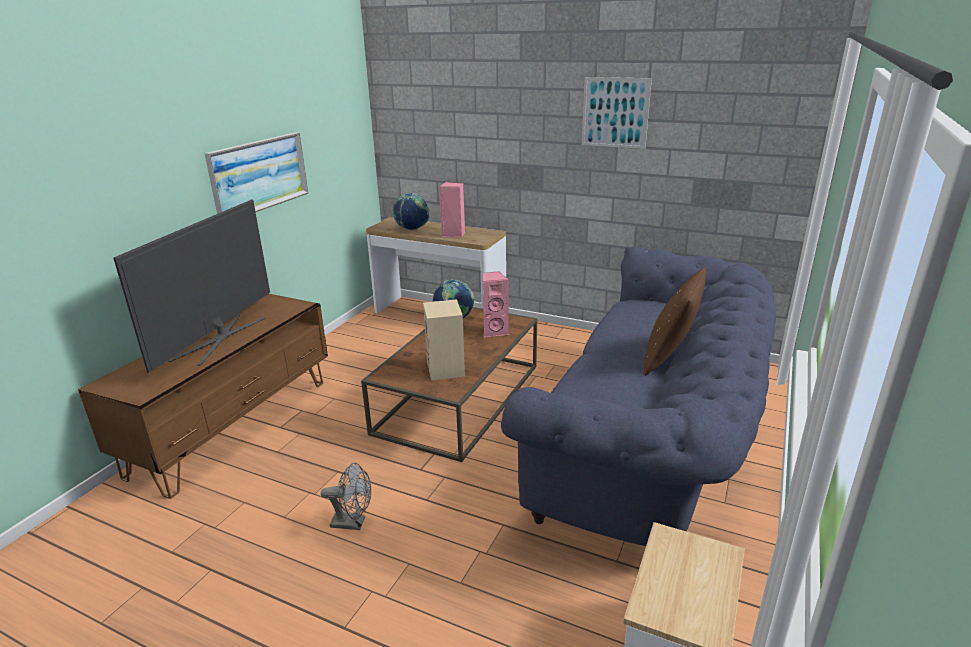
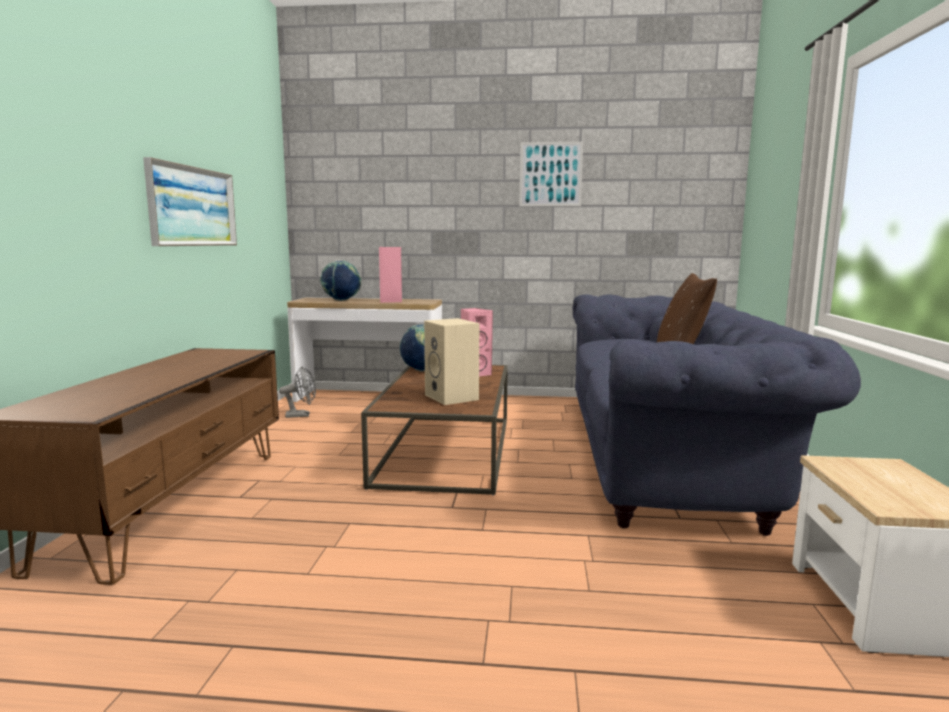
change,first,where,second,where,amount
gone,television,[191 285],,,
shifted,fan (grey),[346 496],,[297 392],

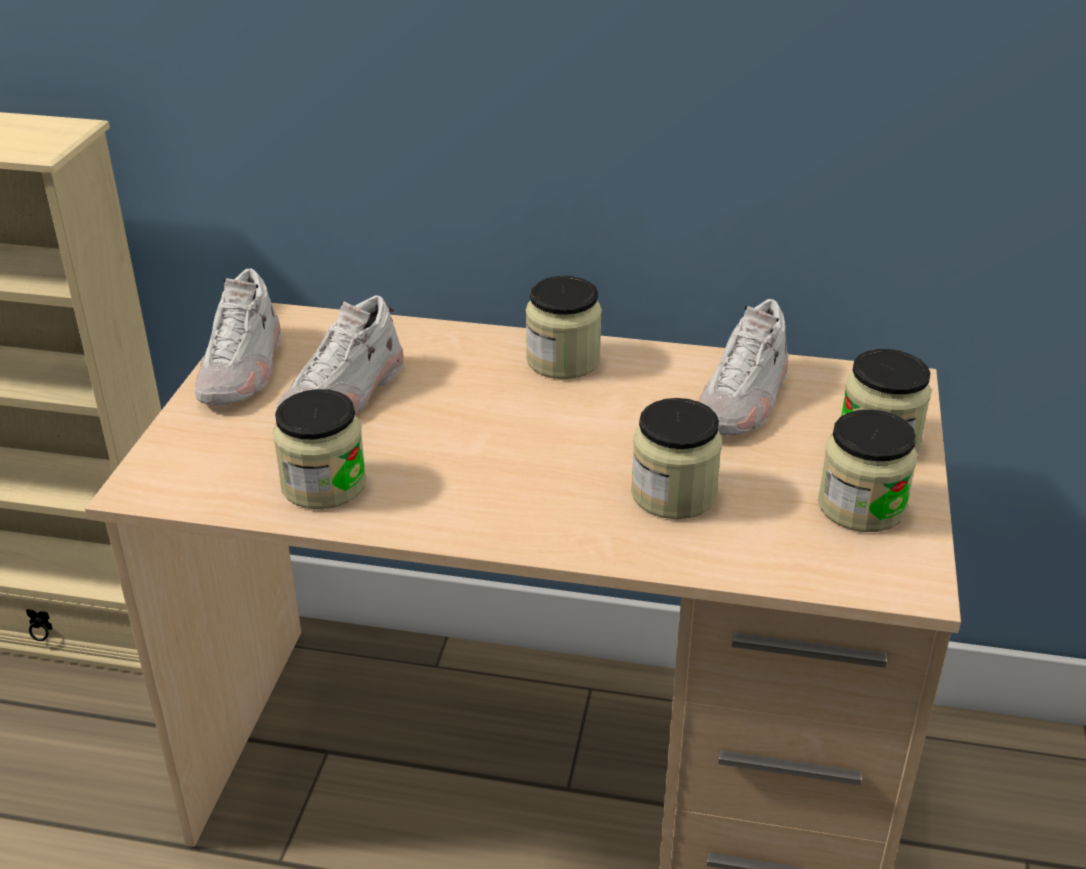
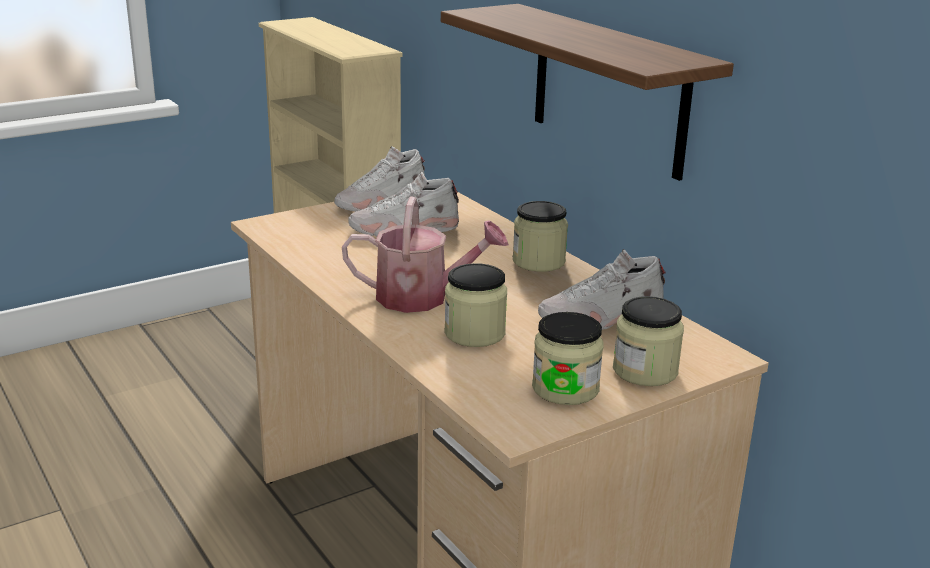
change,first,where,second,where,amount
gone,storage jar,[319 449],,,
new,,,watering can,[425 255],
new,,,wall shelf,[587 92],

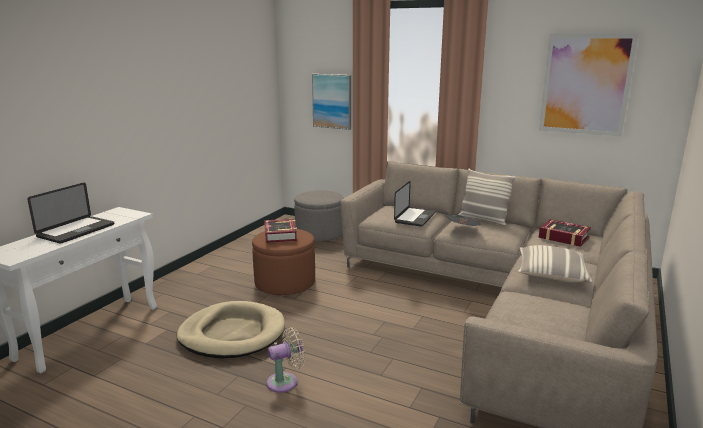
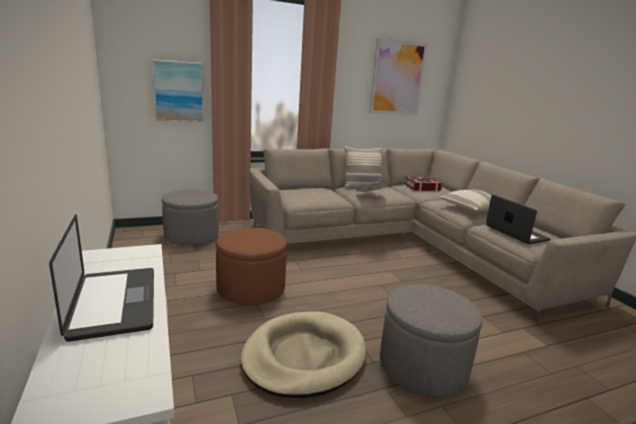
change,first,where,second,where,amount
gone,book,[280 231],,,
swapped,fan (beige),[285 360],ottoman (grey),[431 340],
shifted,notebook computer,[415 204],,[518 219],

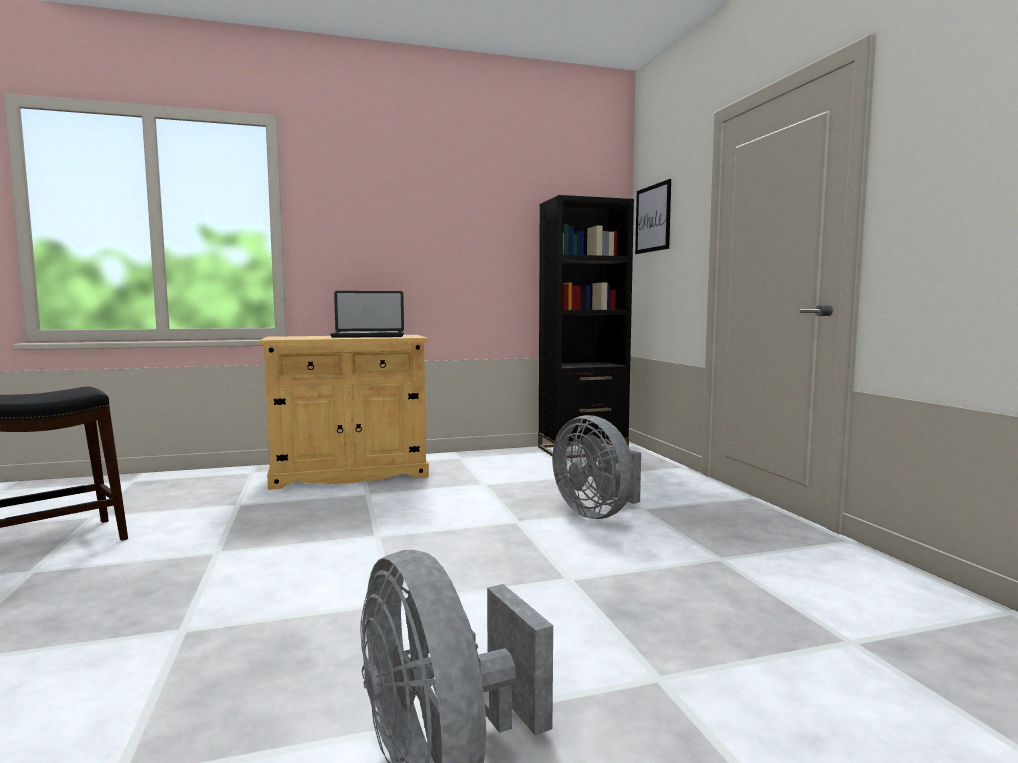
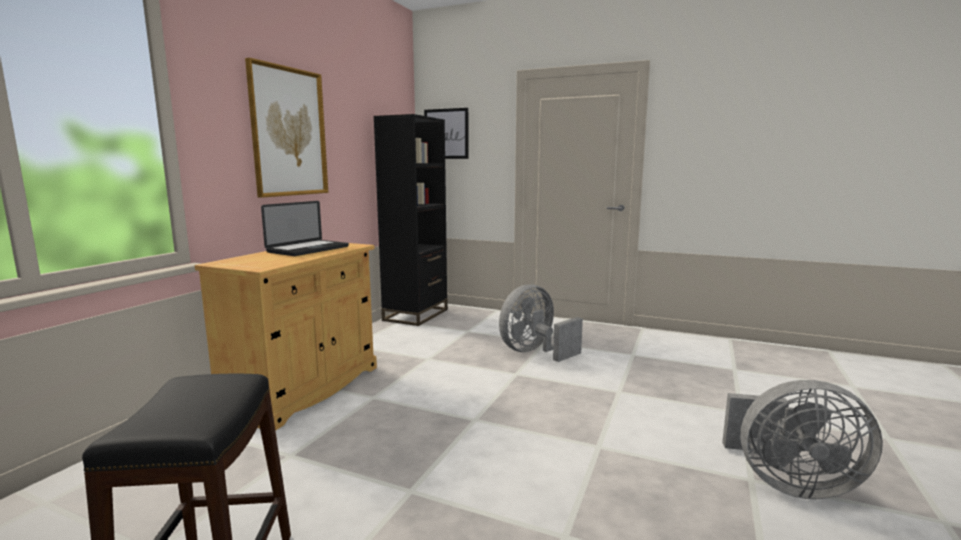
change,first,where,second,where,amount
rotated,fan (grey),[596 467],,[541 323],135 degrees clockwise
new,,,wall picture,[286 128],

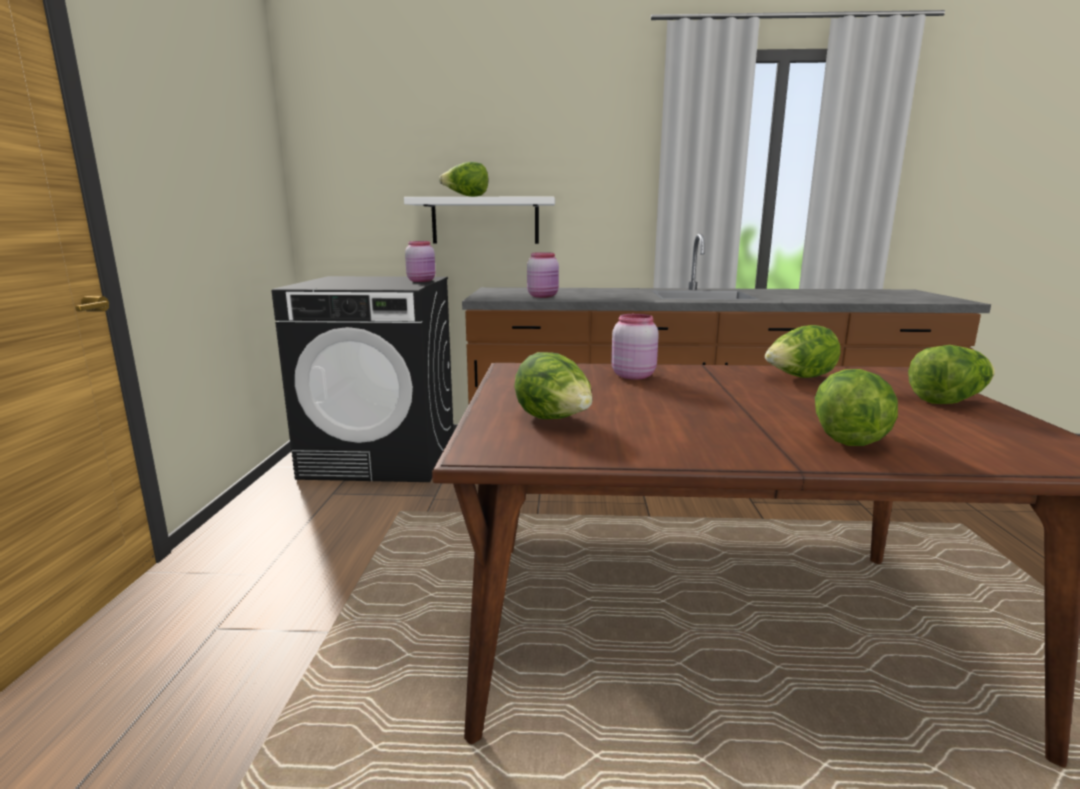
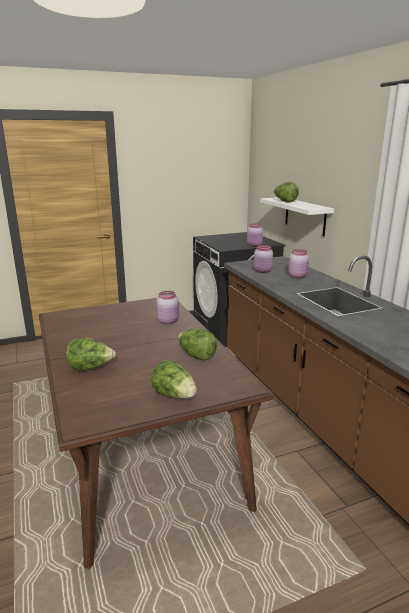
change,first,where,second,where,amount
gone,head of lettuce,[553 385],,,
new,,,storage jar (pink),[298 263],

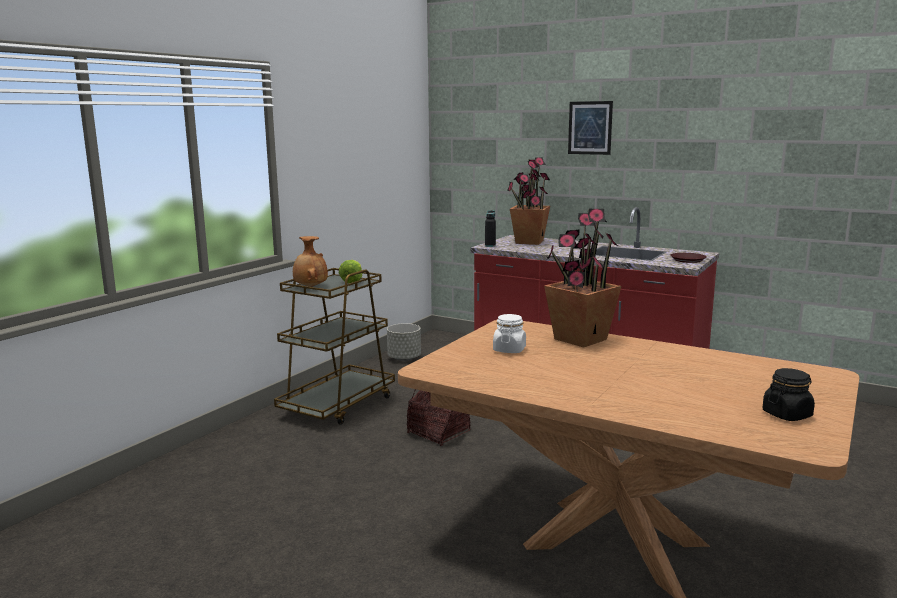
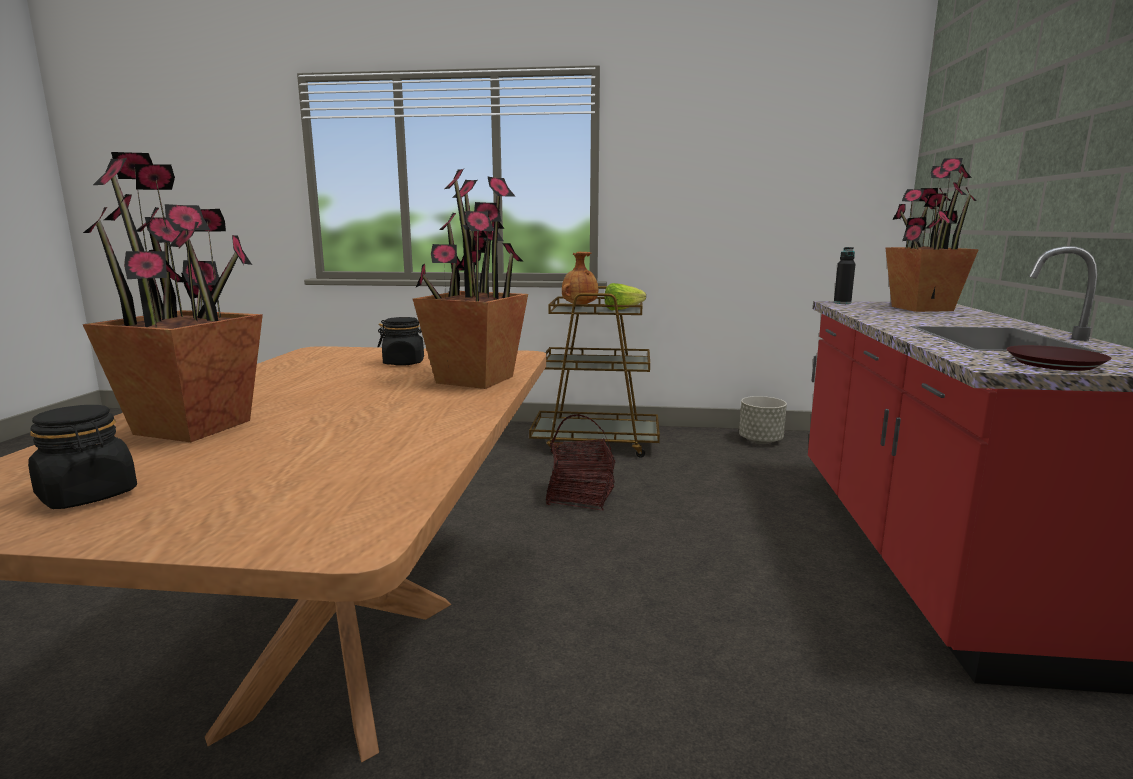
change,first,where,second,where,amount
repainted,storage jar (white-coloured),[509 333],storage jar (black-coloured),[400 341],
gone,wall picture,[590 128],,,
new,,,houseplant,[172 297],

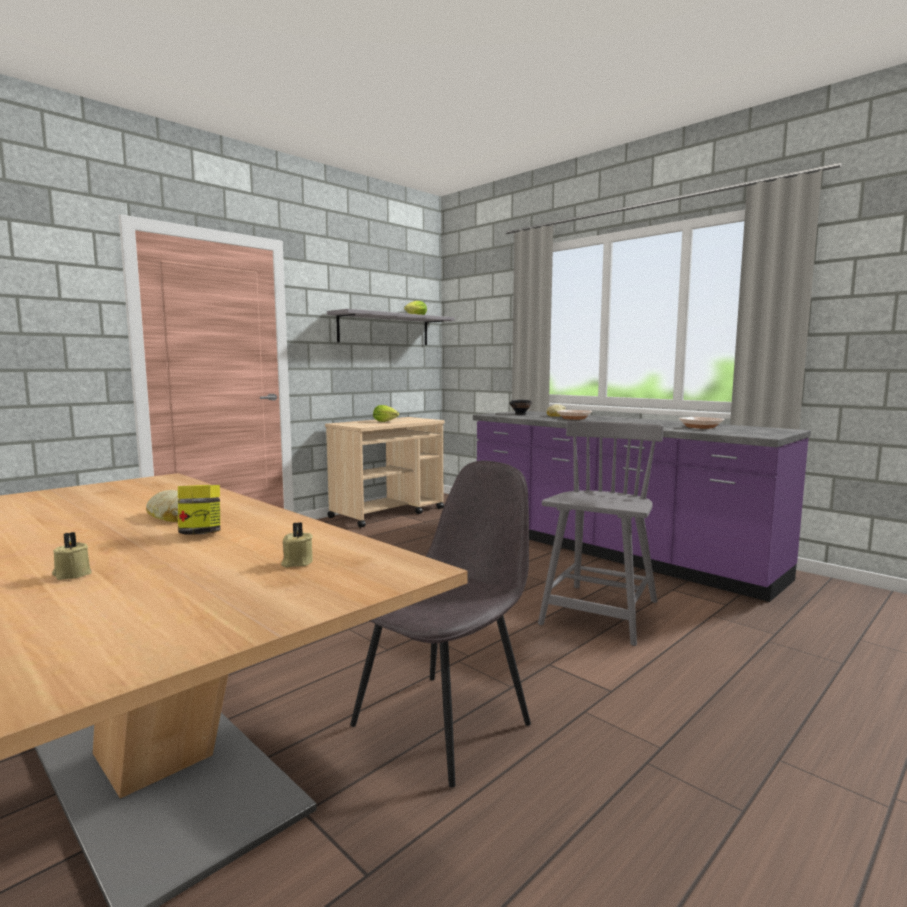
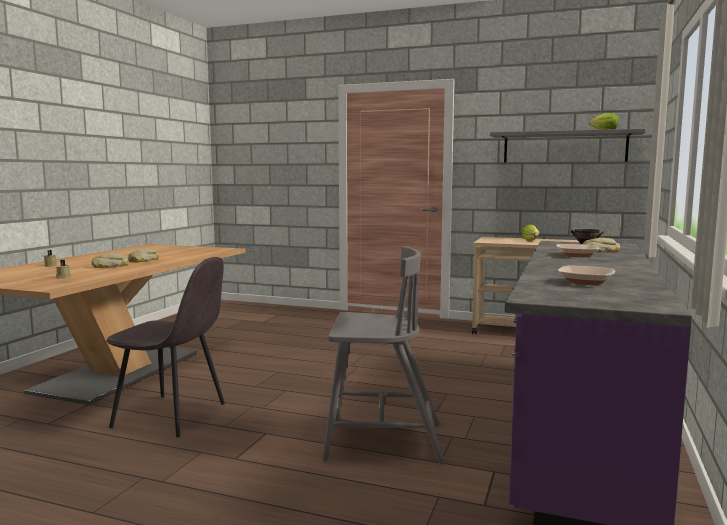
change,first,where,second,where,amount
swapped,storage jar,[199 510],bread,[109 260],

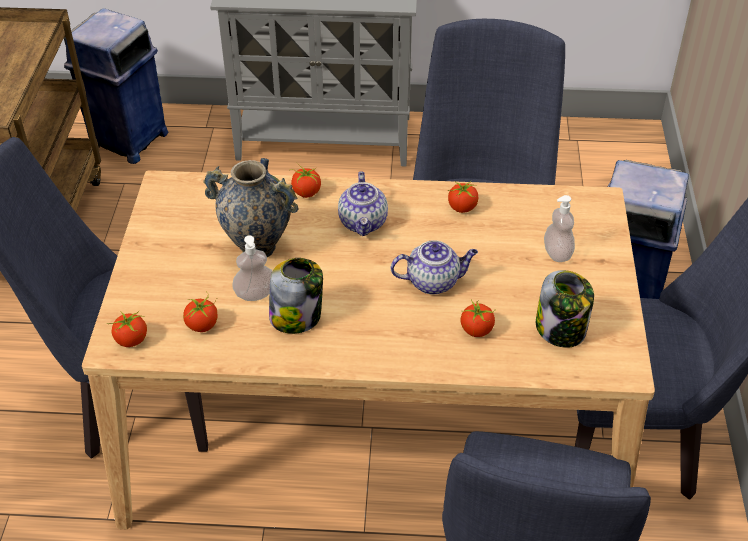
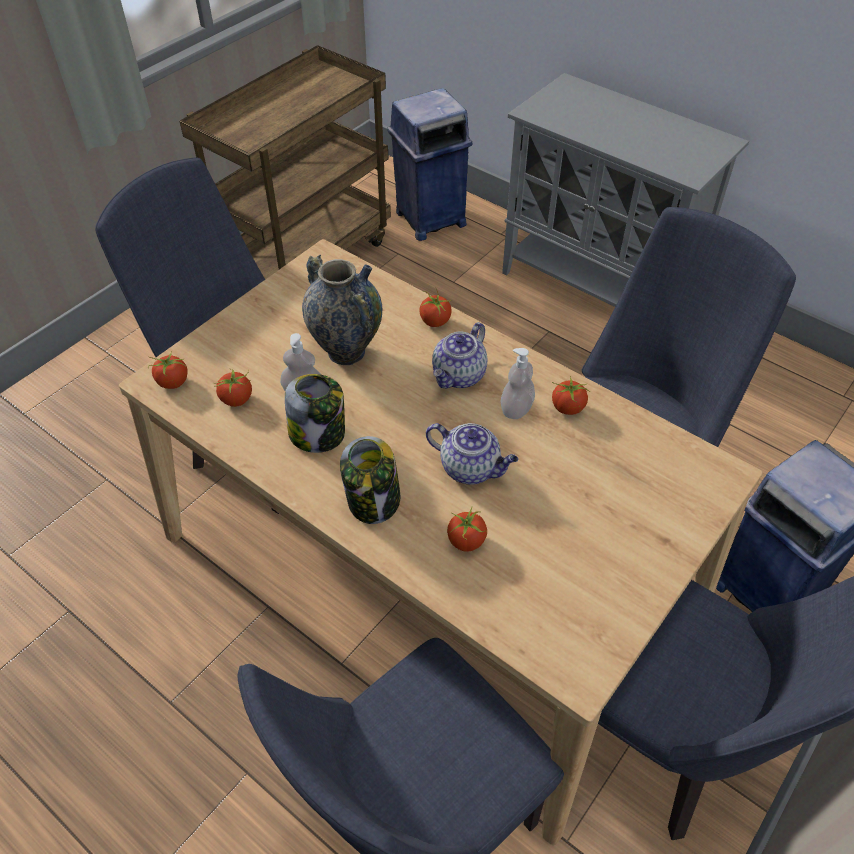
change,first,where,second,where,amount
shifted,storage jar,[565 309],,[370 480],
shifted,liquid soap bottle,[559 228],,[517 383],

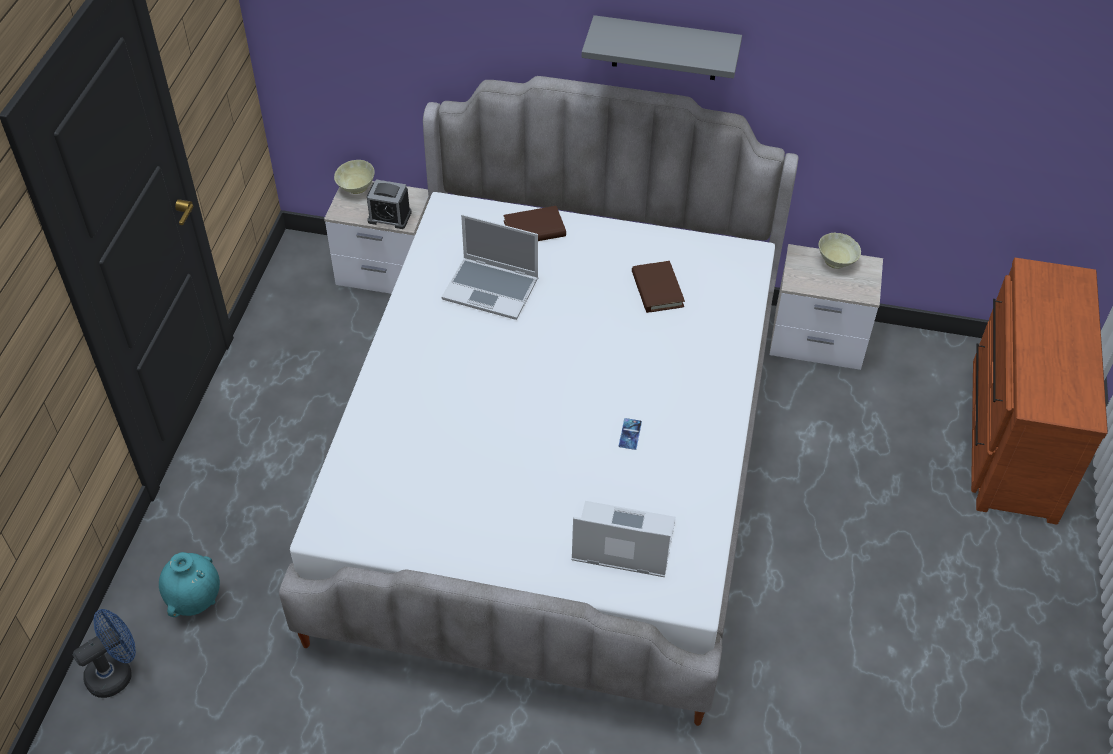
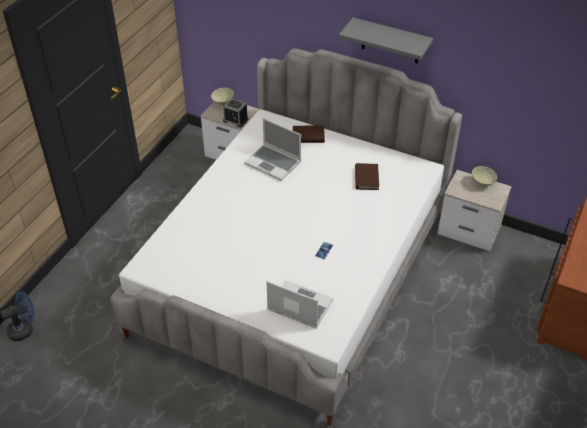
change,first,where,second,where,amount
gone,vase (blue-green),[189 584],,,

